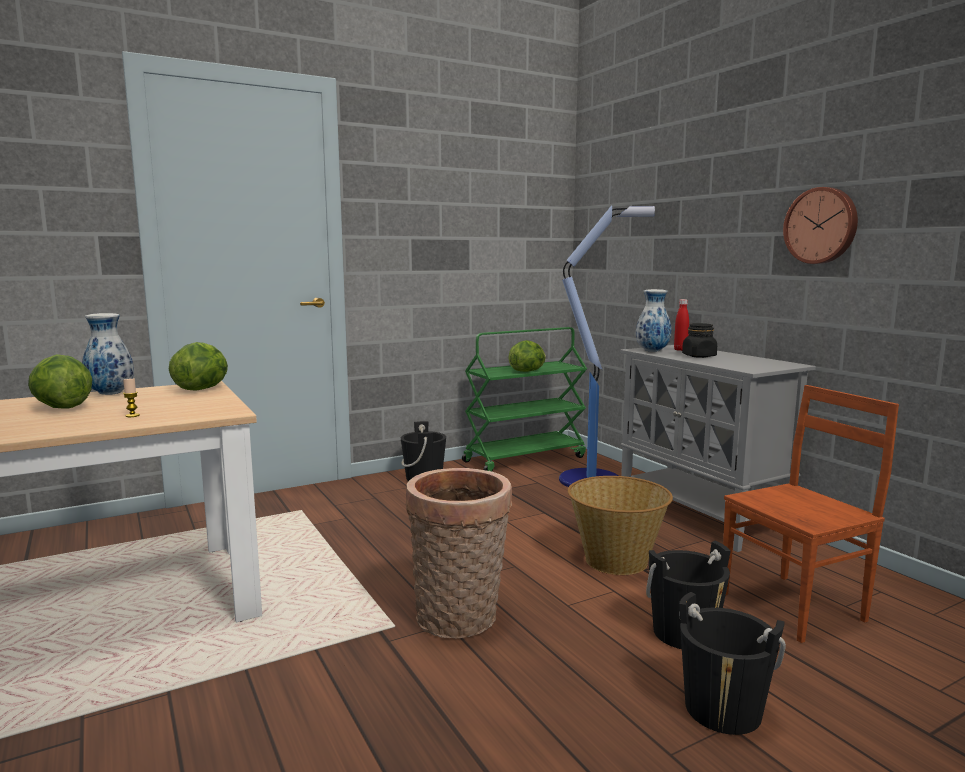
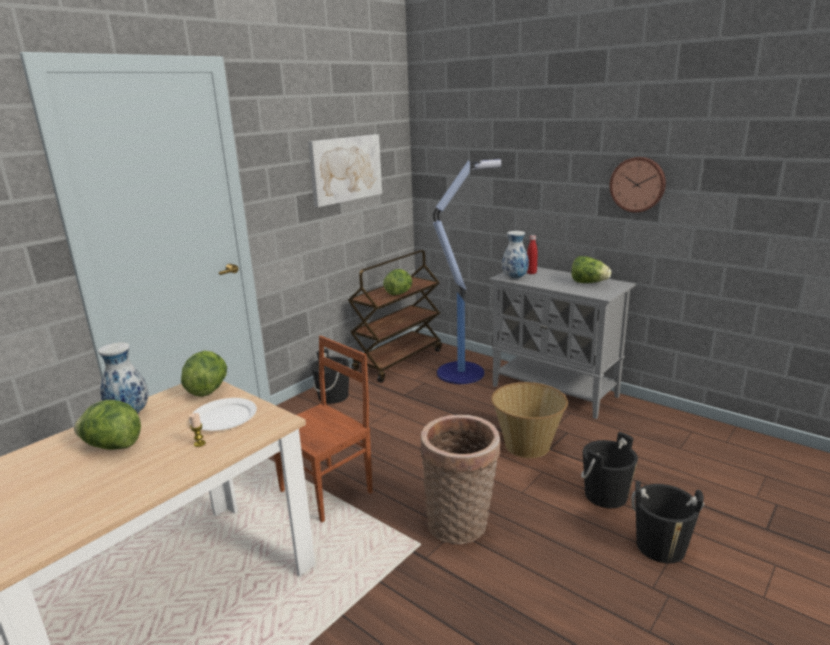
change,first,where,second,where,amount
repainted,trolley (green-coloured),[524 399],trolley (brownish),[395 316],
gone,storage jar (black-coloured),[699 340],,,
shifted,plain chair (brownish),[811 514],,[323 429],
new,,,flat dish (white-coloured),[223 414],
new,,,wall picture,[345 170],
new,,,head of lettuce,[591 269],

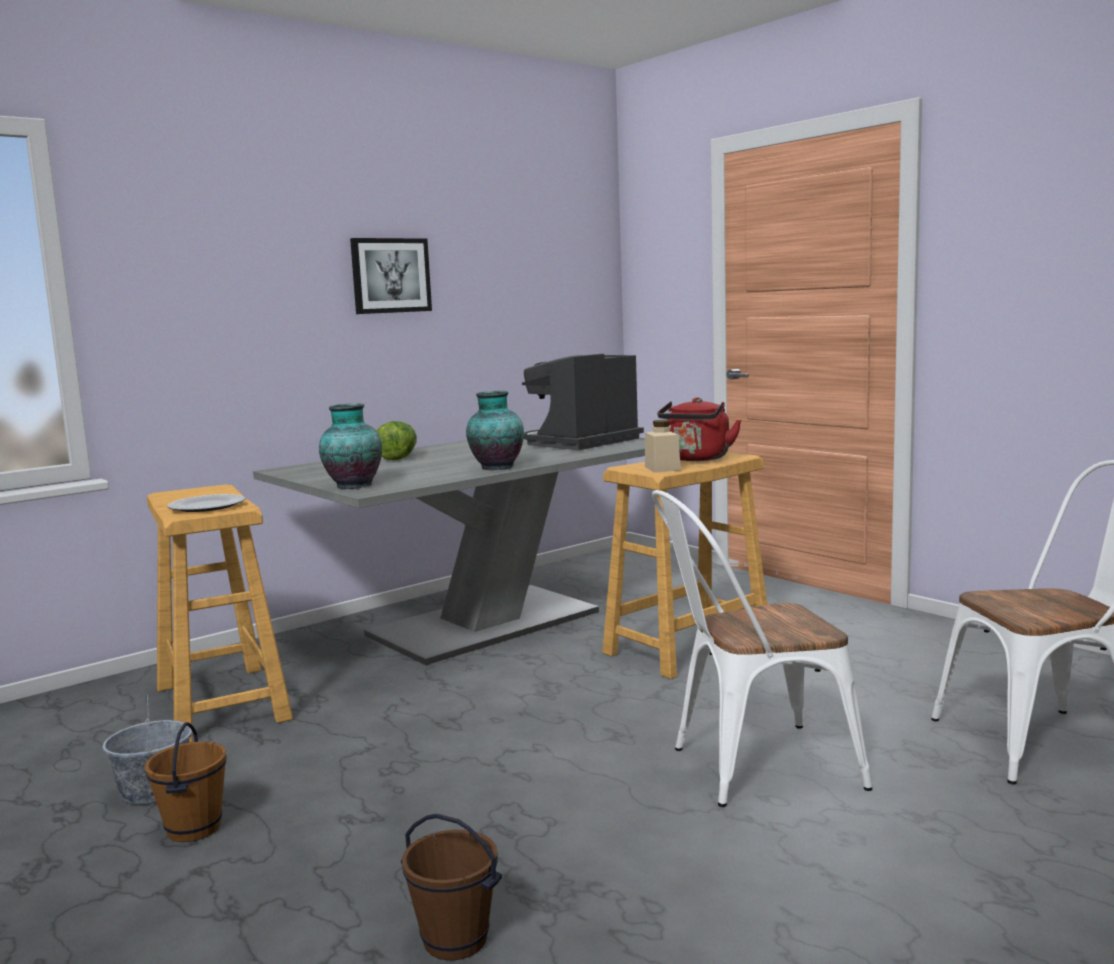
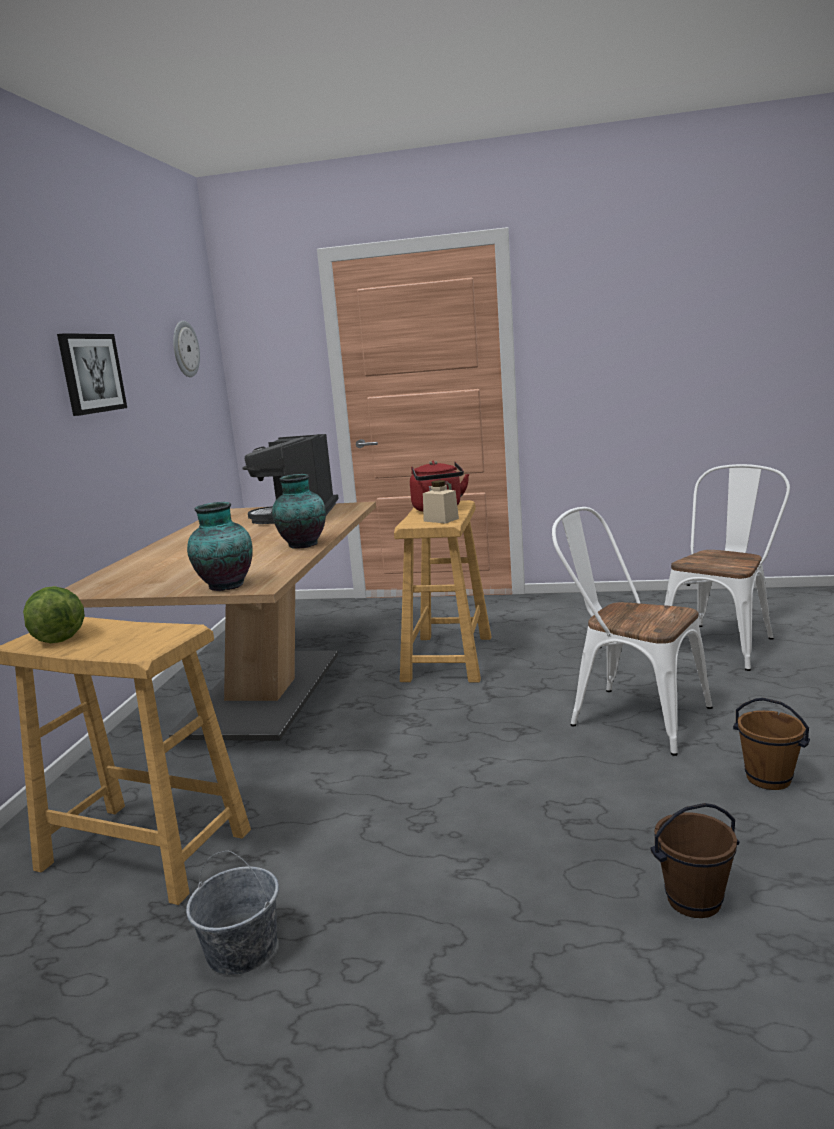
change,first,where,second,where,amount
shifted,pail (brownish),[185 782],,[771 744],
gone,flat dish,[206 503],,,
repainted,dinner table (grey),[449 548],dinner table (brownish),[220 621],
shifted,head of lettuce,[396 440],,[54 614],
rotated,plain chair (white-coloured),[762 648],,[632 631],90 degrees clockwise
new,,,clock on the wall,[186 349],

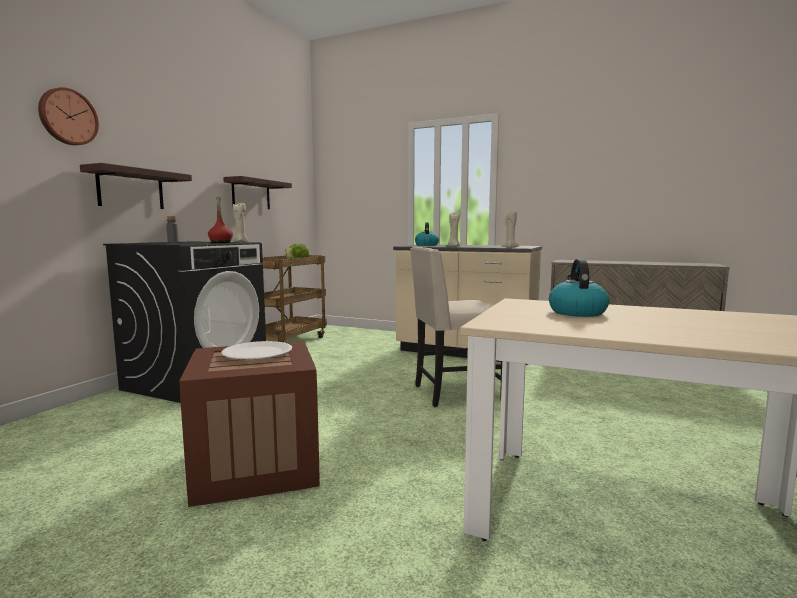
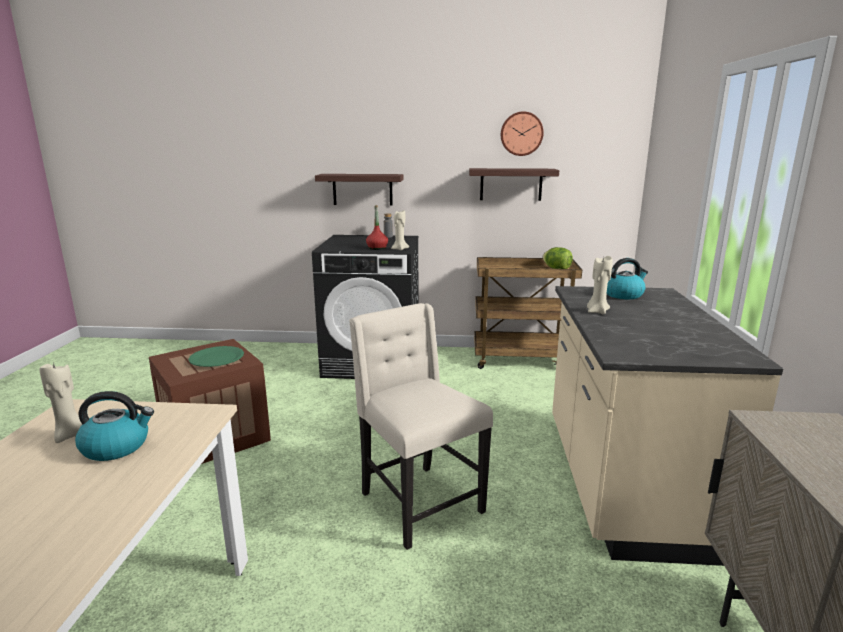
change,first,where,second,where,amount
shifted,clock on the wall,[68 116],,[522 133],
repainted,flat dish (white-coloured),[256 350],flat dish (green-coloured),[216 356],
shifted,wax candle (beige),[510 229],,[60 403],

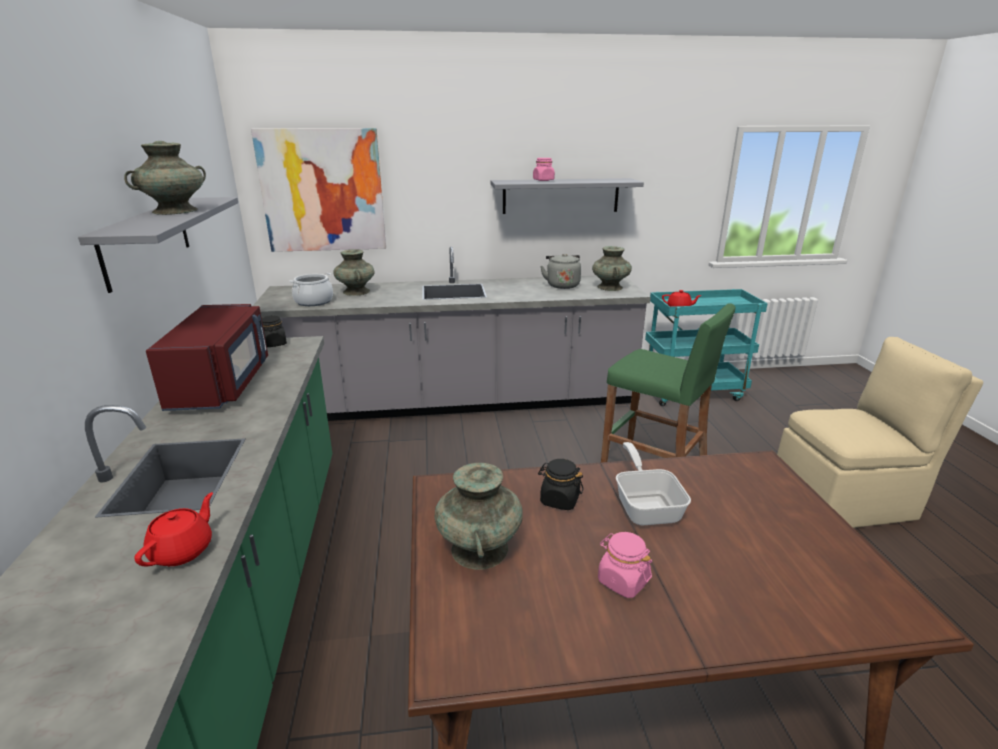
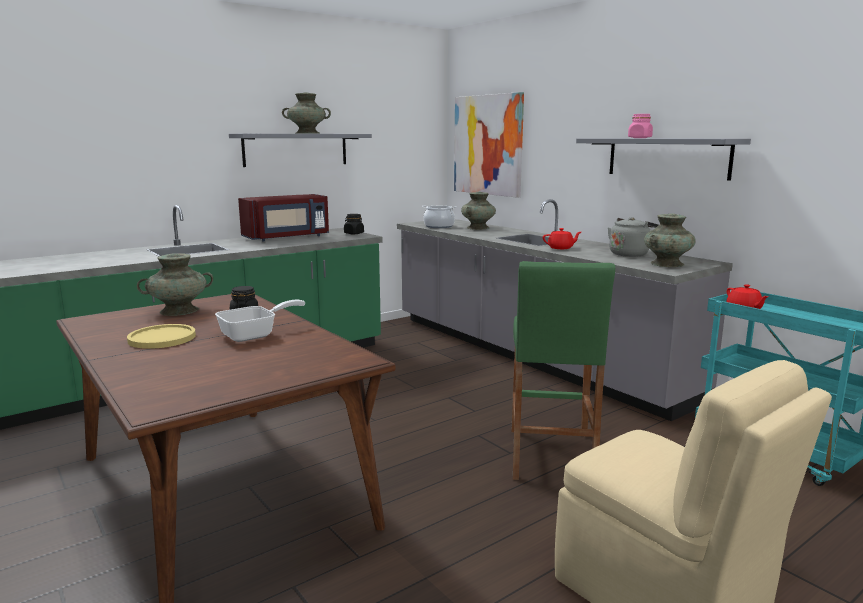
change,first,where,second,where,amount
shifted,teapot (red-coloured),[173 529],,[562 238],
swapped,storage jar (pink),[625 565],flat dish (yellow-coloured),[161 336],

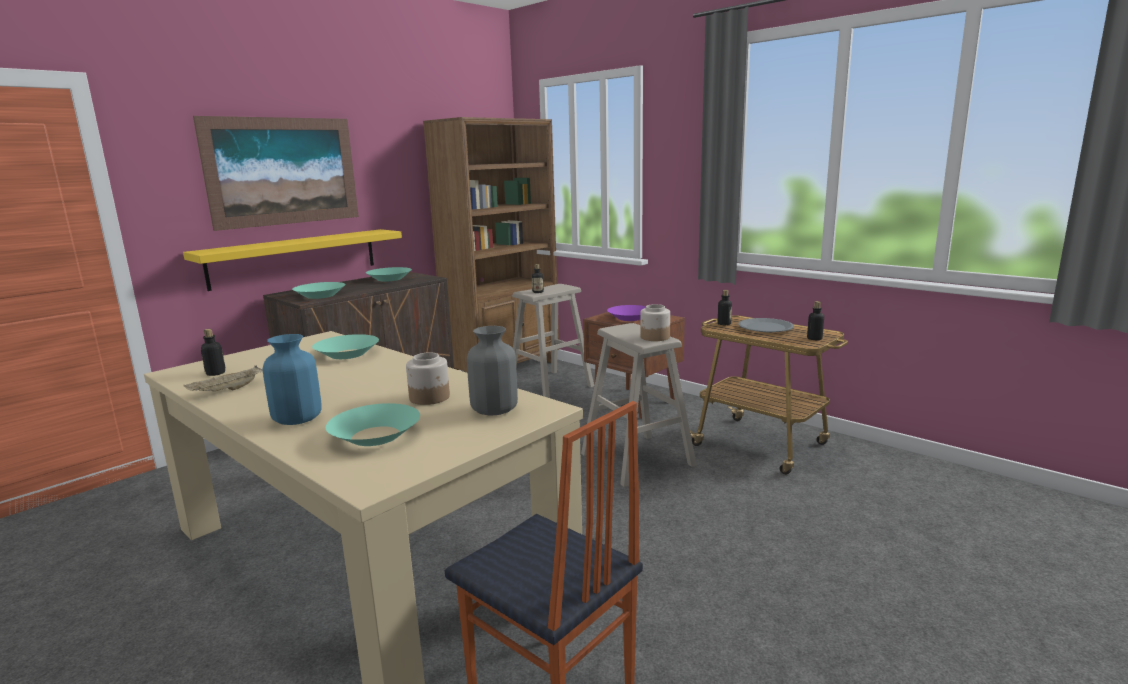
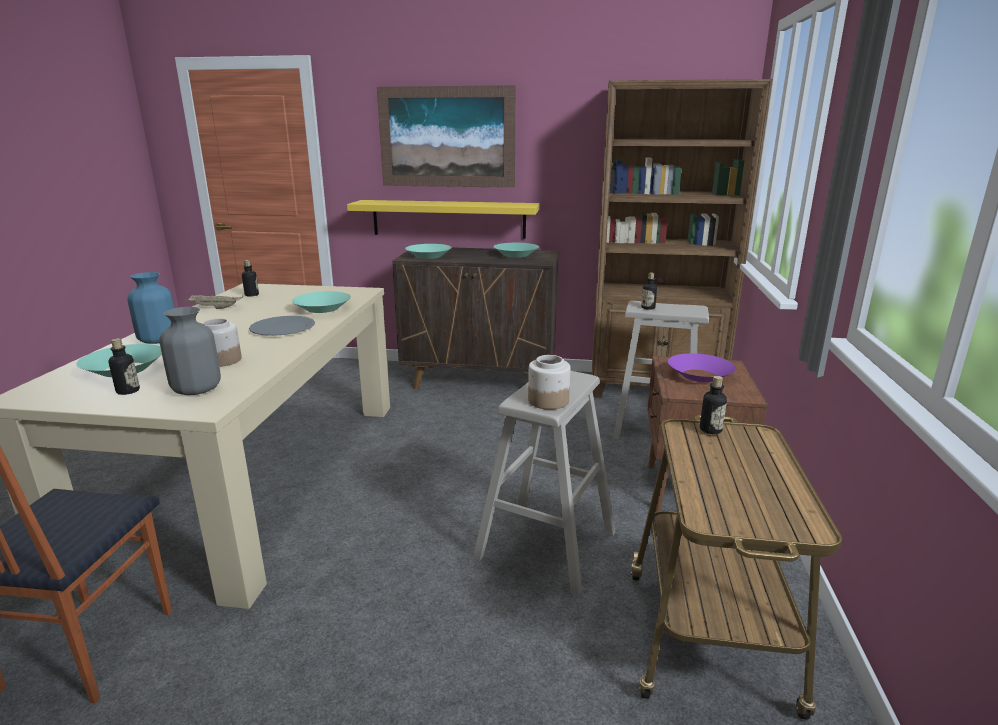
change,first,where,second,where,amount
shifted,flat dish (grey),[766 325],,[282 326],
shifted,drink bottle,[815 320],,[124 366],

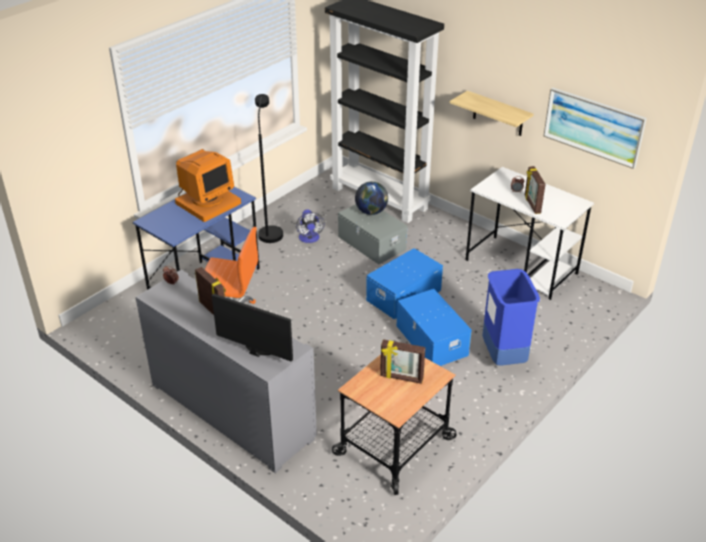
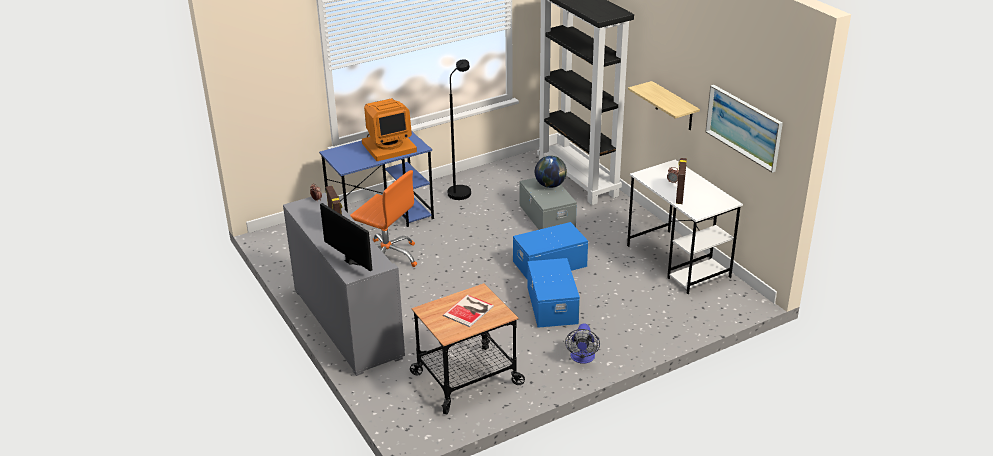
change,first,where,second,where,amount
shifted,fan,[310 226],,[582 343],
swapped,picture frame,[403 361],book,[468 310],
gone,waste bin (blue-coloured),[511 317],,,

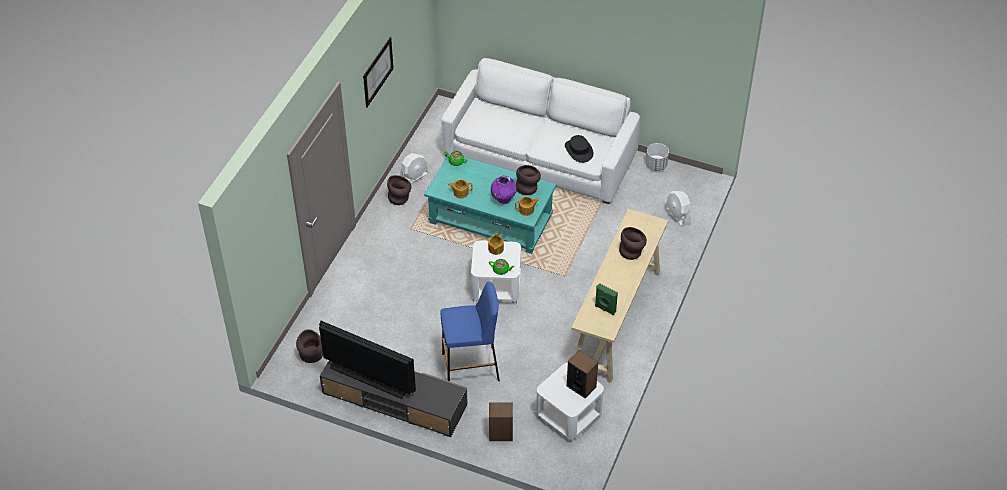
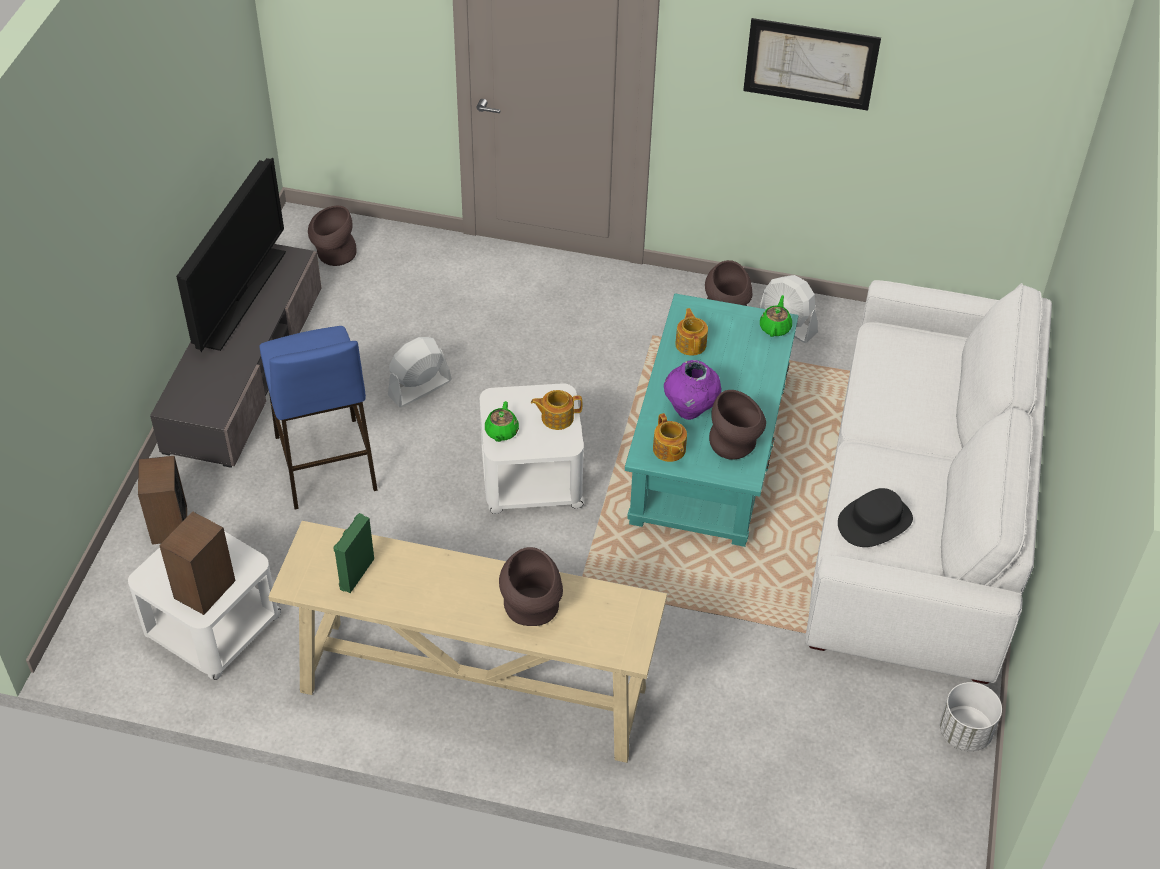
change,first,where,second,where,amount
shifted,fan (white-coloured),[678 209],,[420 372],

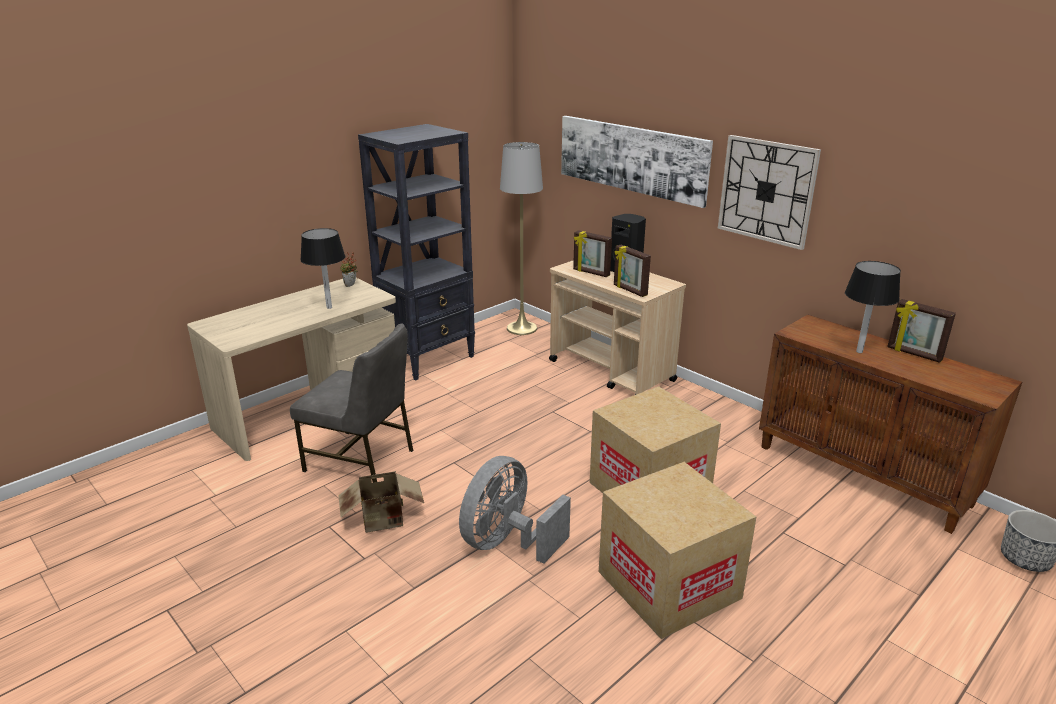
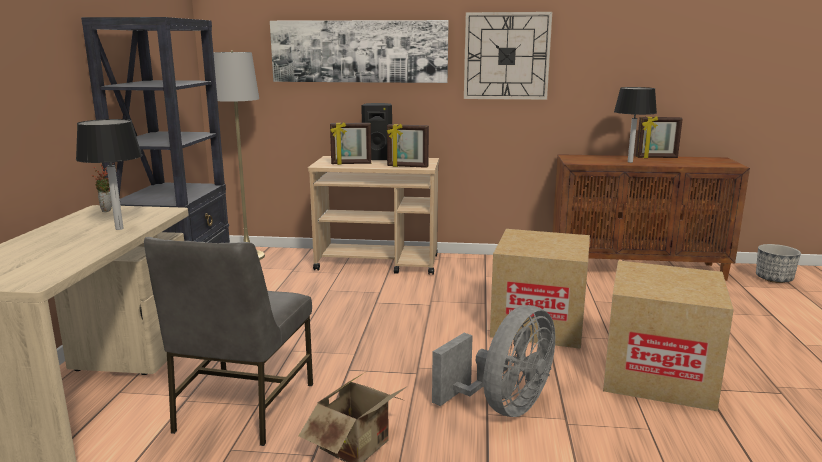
change,first,where,second,where,amount
rotated,plain chair (grey),[351 403],,[228 341],120 degrees clockwise
rotated,fan (grey),[515 510],,[493 361],135 degrees counterclockwise

